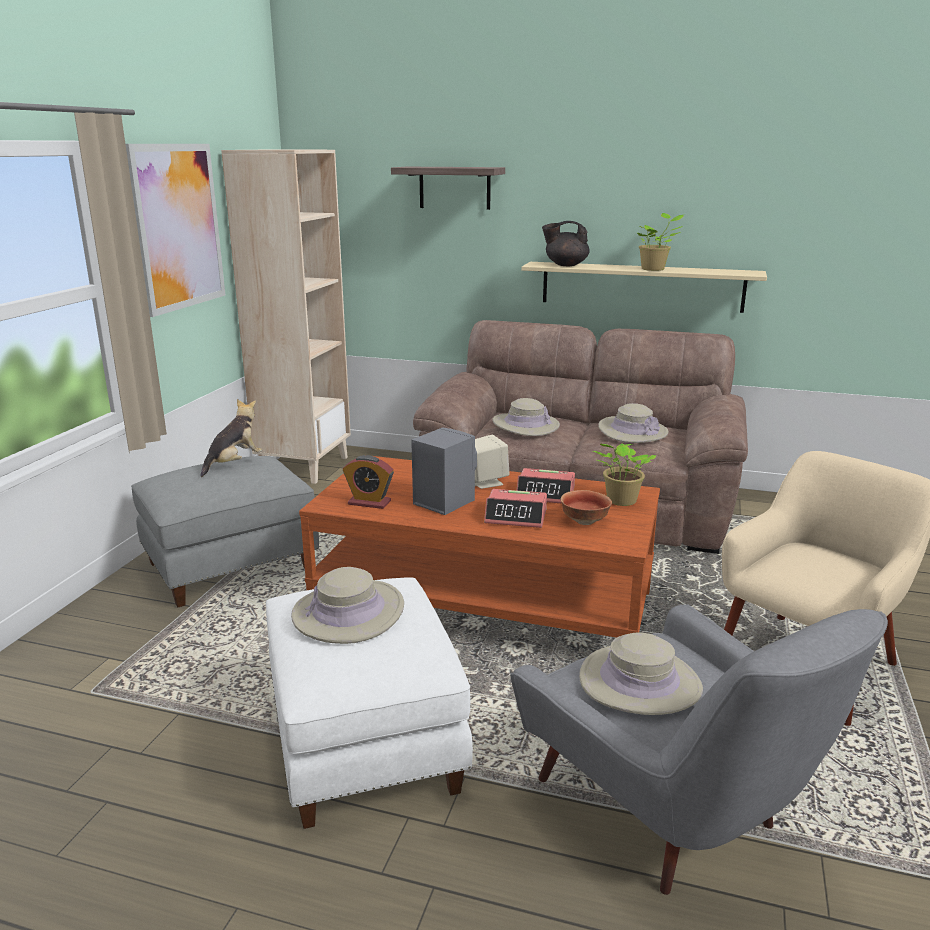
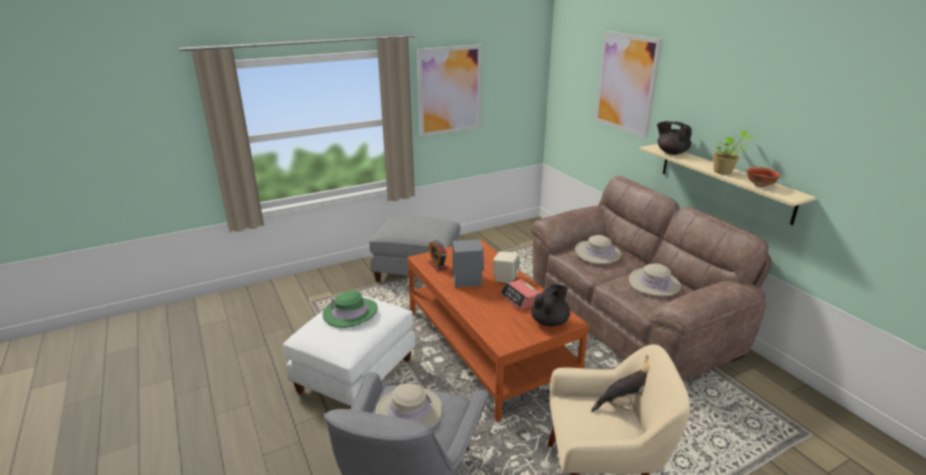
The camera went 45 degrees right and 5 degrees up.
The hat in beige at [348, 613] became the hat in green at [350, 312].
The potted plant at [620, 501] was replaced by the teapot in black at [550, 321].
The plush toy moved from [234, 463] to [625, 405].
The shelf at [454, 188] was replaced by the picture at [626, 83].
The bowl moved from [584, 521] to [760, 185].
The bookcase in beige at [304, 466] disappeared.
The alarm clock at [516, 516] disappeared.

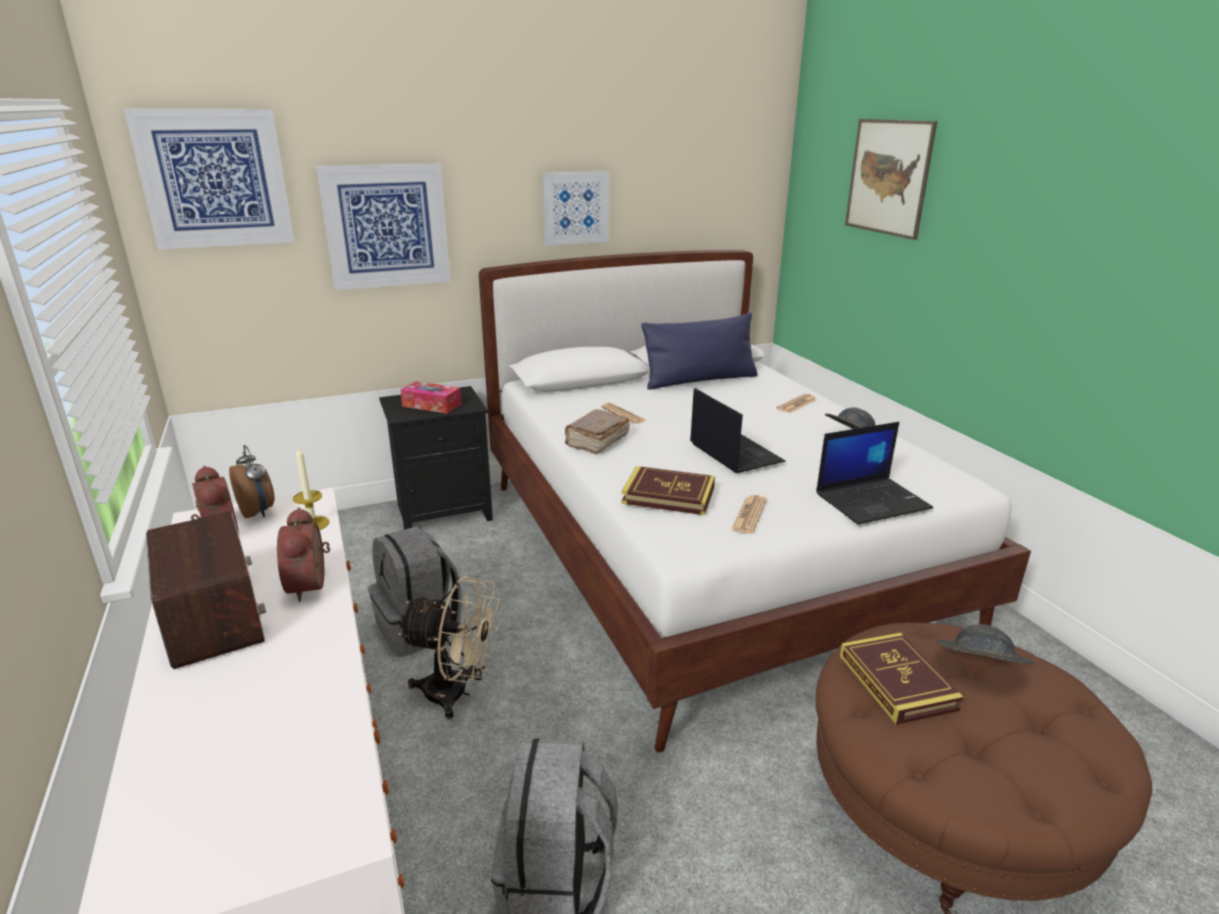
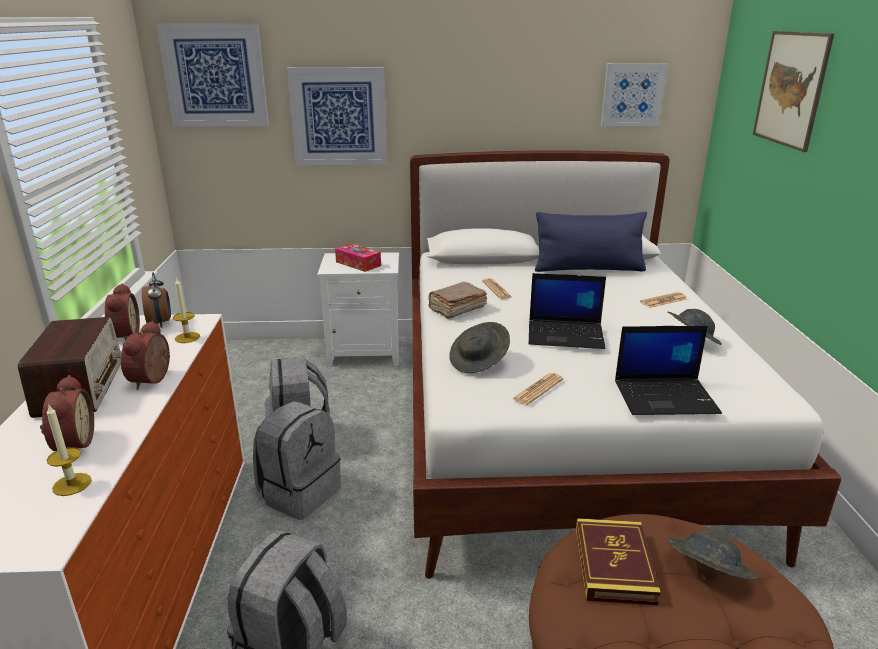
The camera went 20 degrees right and 0 degrees up.
The alarm clock at [72, 444] appeared.
The candle at [72, 484] appeared.
The fan in beige at [457, 693] was replaced by the backpack in grey at [299, 493].
The nightstand in black at [444, 511] became the nightstand in white at [366, 352].
The book at [668, 495] was replaced by the hat in grey at [479, 361].
The laptop at [734, 452] turned 105 degrees clockwise.
The picture moved from [575, 208] to [632, 94].

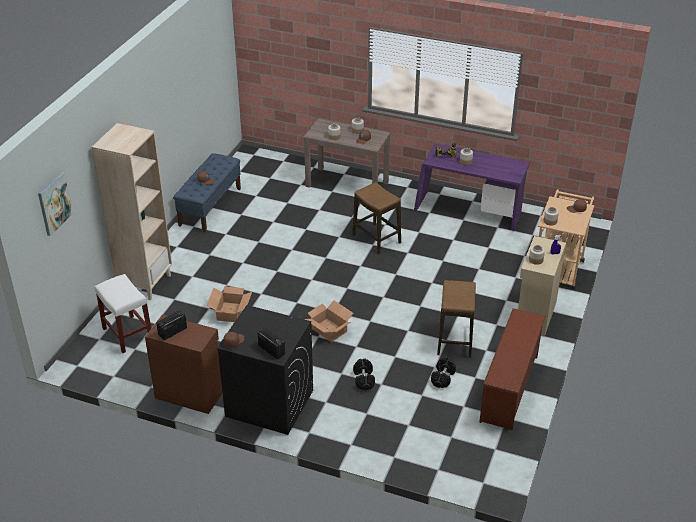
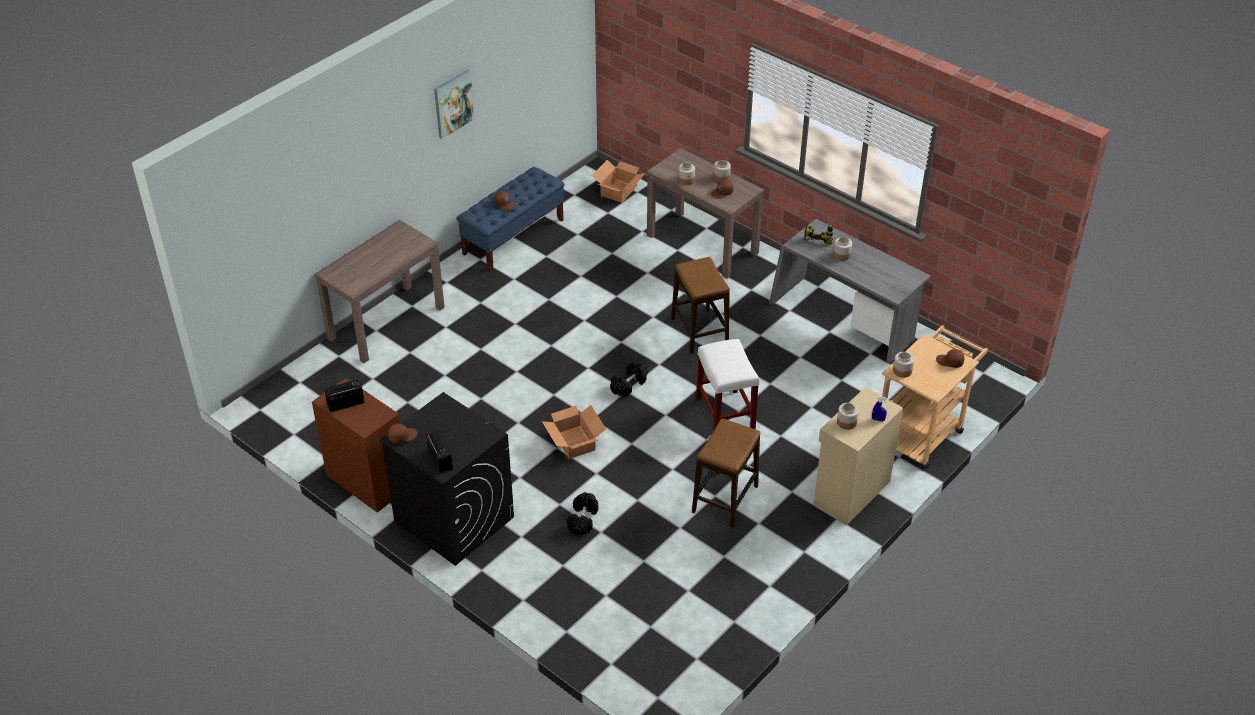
The camera went 20 degrees right and 5 degrees up.
The bookcase in beige at [145, 283] was replaced by the console table in brown at [386, 322].
The picture moved from [54, 203] to [453, 103].
The cardboard box moved from [230, 312] to [618, 191].
The dumbbell in black moved from [443, 378] to [628, 385].
The stool in white moved from [127, 334] to [724, 413].
The desk in purple at [468, 212] became the desk in grey at [843, 321].
The shoe rack in brown at [510, 388] disappeared.

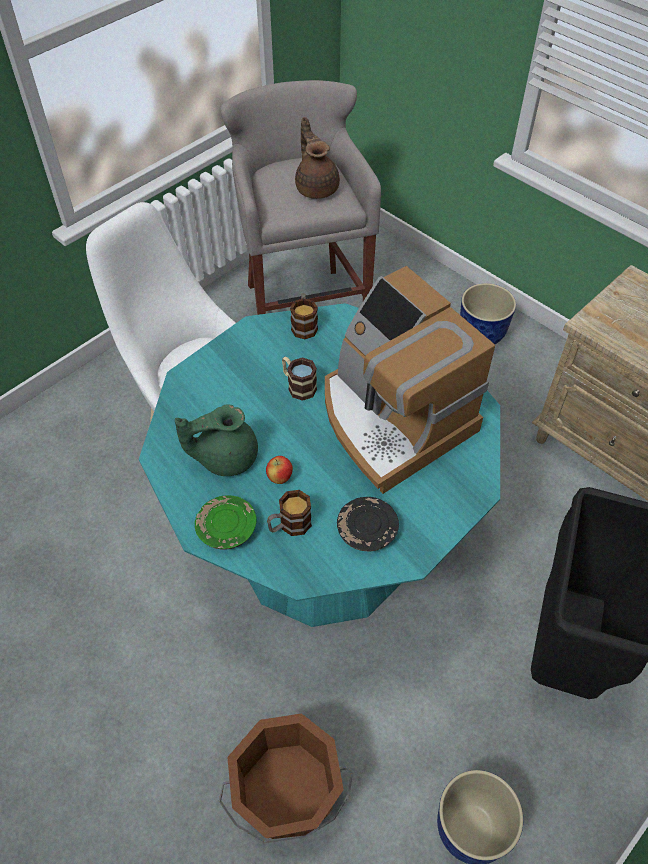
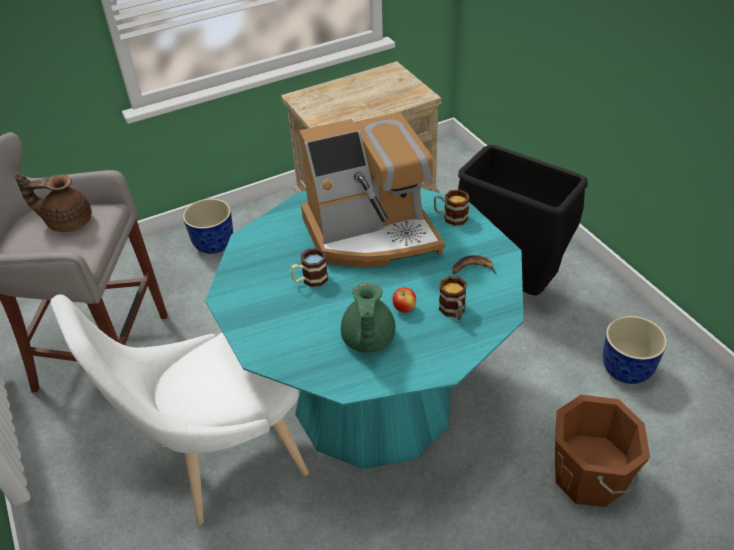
The camera went 70 degrees left and 10 degrees down.
The mug moved from [304, 325] to [450, 217].
The plate in black at [367, 530] was replaced by the banana at [472, 269].
The plate in green at [226, 529] disappeared.

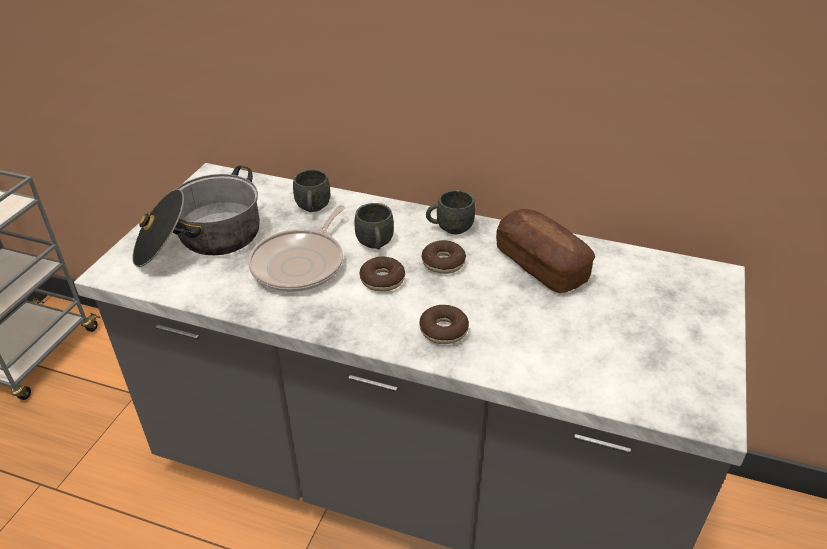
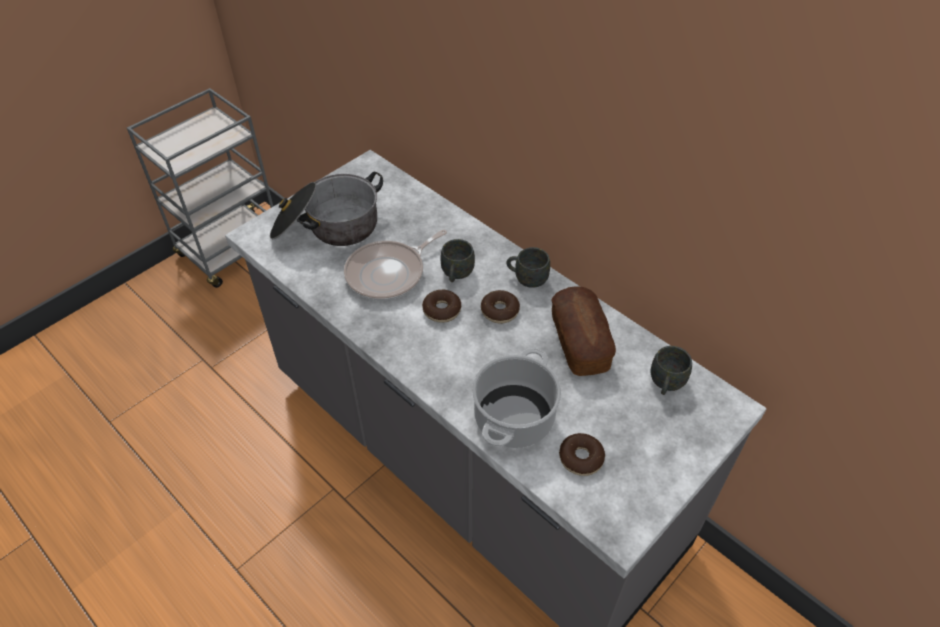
The camera went 25 degrees right and 10 degrees up.
The cooking pot at [514, 419] appeared.
The donut moved from [443, 330] to [581, 458].
The mug in grey moved from [313, 208] to [665, 384].

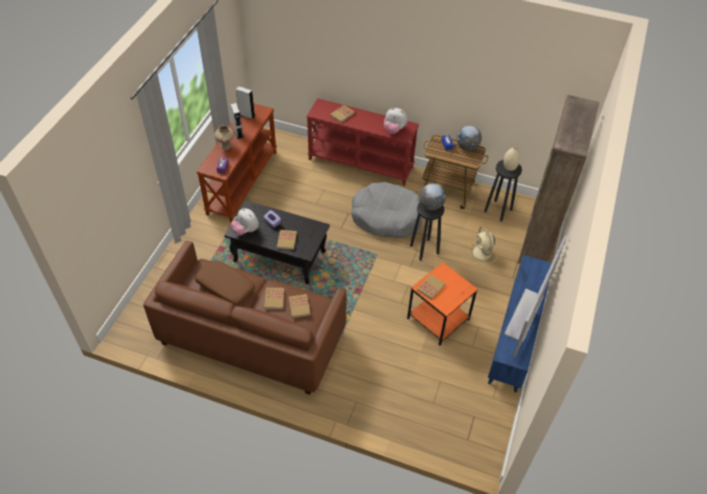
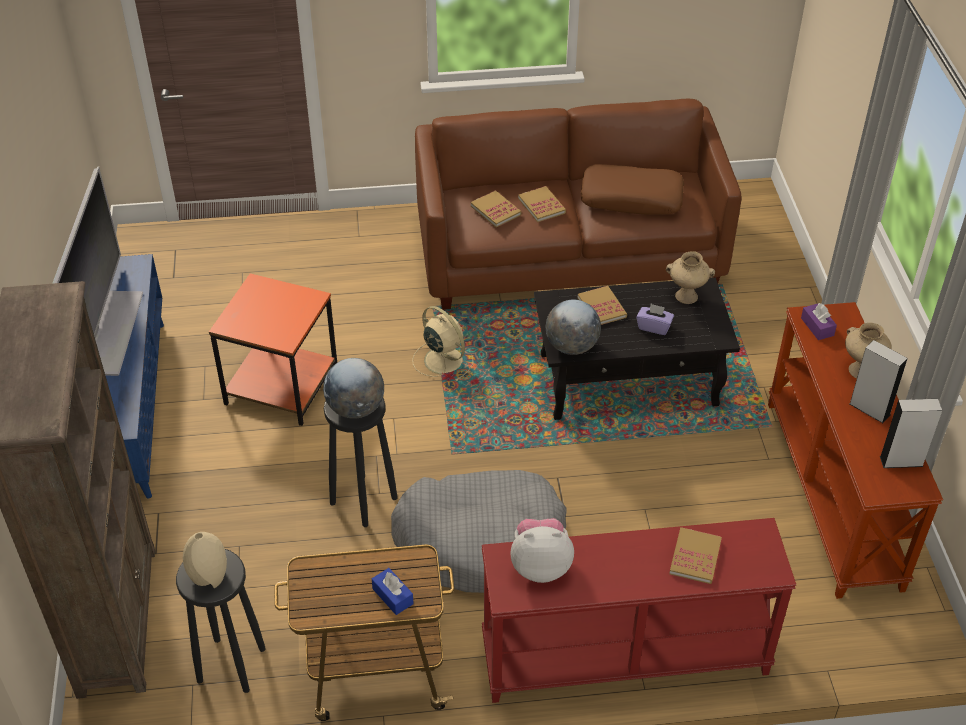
The camera went 155 degrees right and 5 degrees down.
The fan in beige moved from [482, 253] to [442, 359].
The globe moved from [467, 147] to [571, 346].
The plush toy at [246, 230] was replaced by the vase in beige at [686, 297].
The book at [431, 287] disappeared.

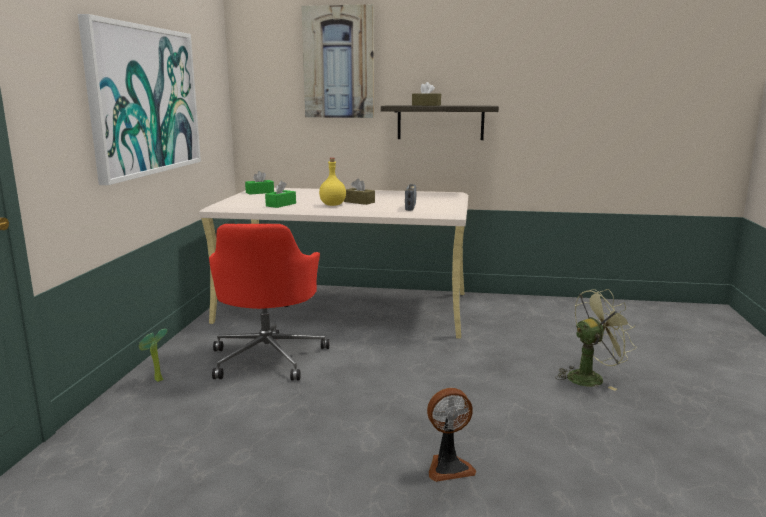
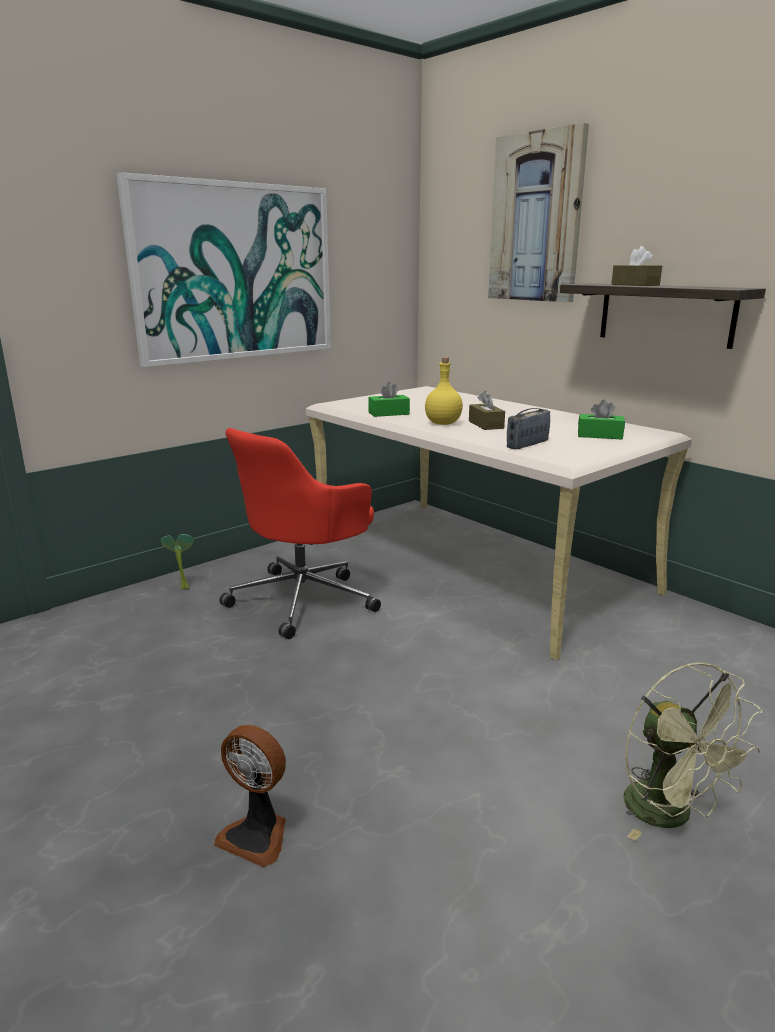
The camera went 40 degrees right and 5 degrees up.
The tissue box in green moved from [260, 192] to [599, 435].
The fan in green at [591, 377] turned 45 degrees clockwise.

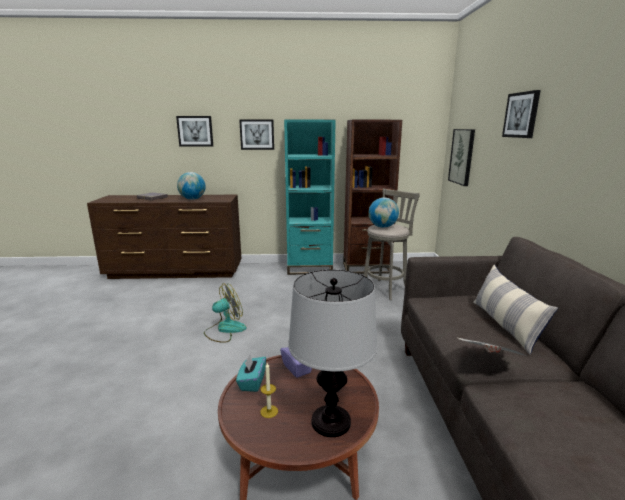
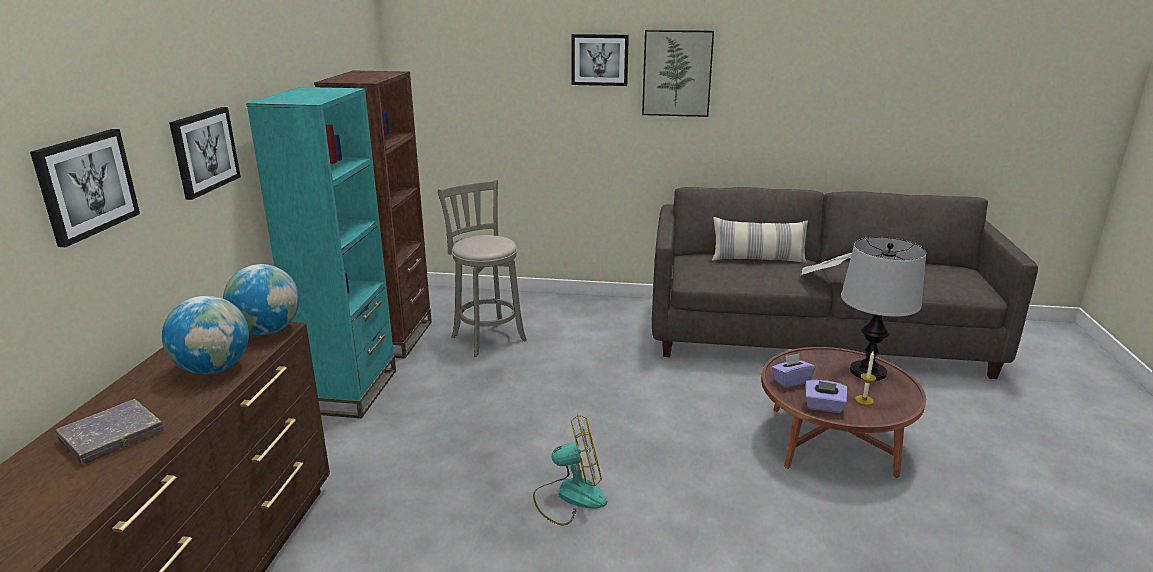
The camera went 80 degrees left and 5 degrees up.
The globe moved from [382, 227] to [267, 331].
The fan at [225, 329] turned 105 degrees clockwise.
The picture moved from [462, 156] to [677, 73].
The tissue box in turquoise at [252, 382] became the tissue box in purple at [823, 407].

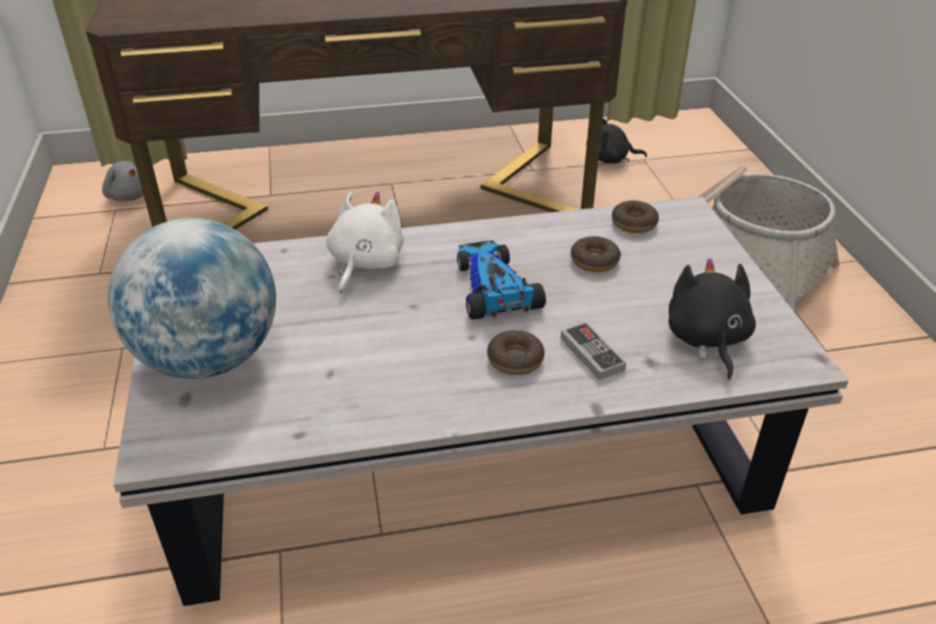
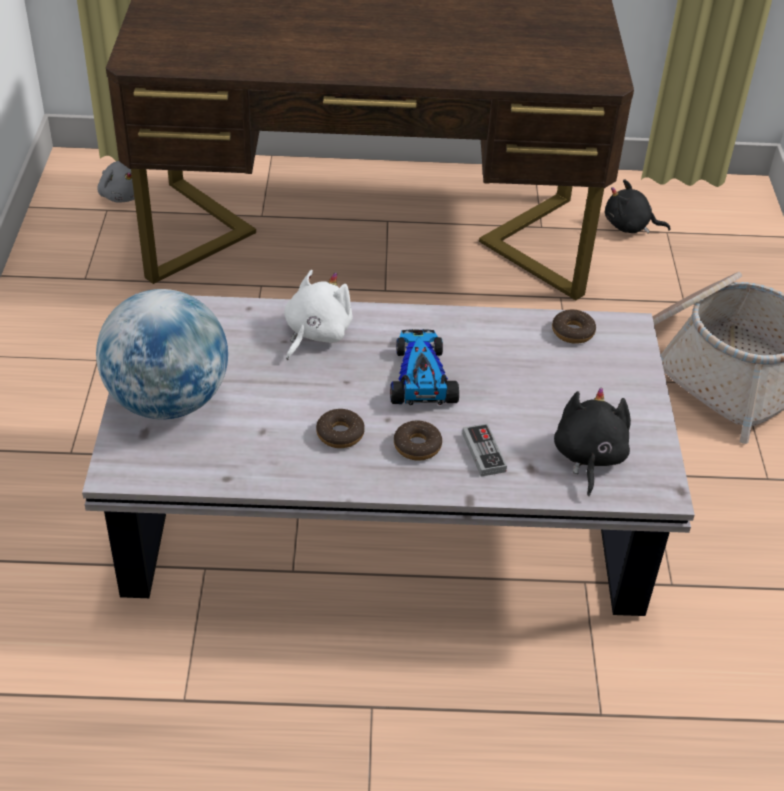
The camera went 10 degrees right and 5 degrees up.
The donut moved from [594, 261] to [340, 434].

